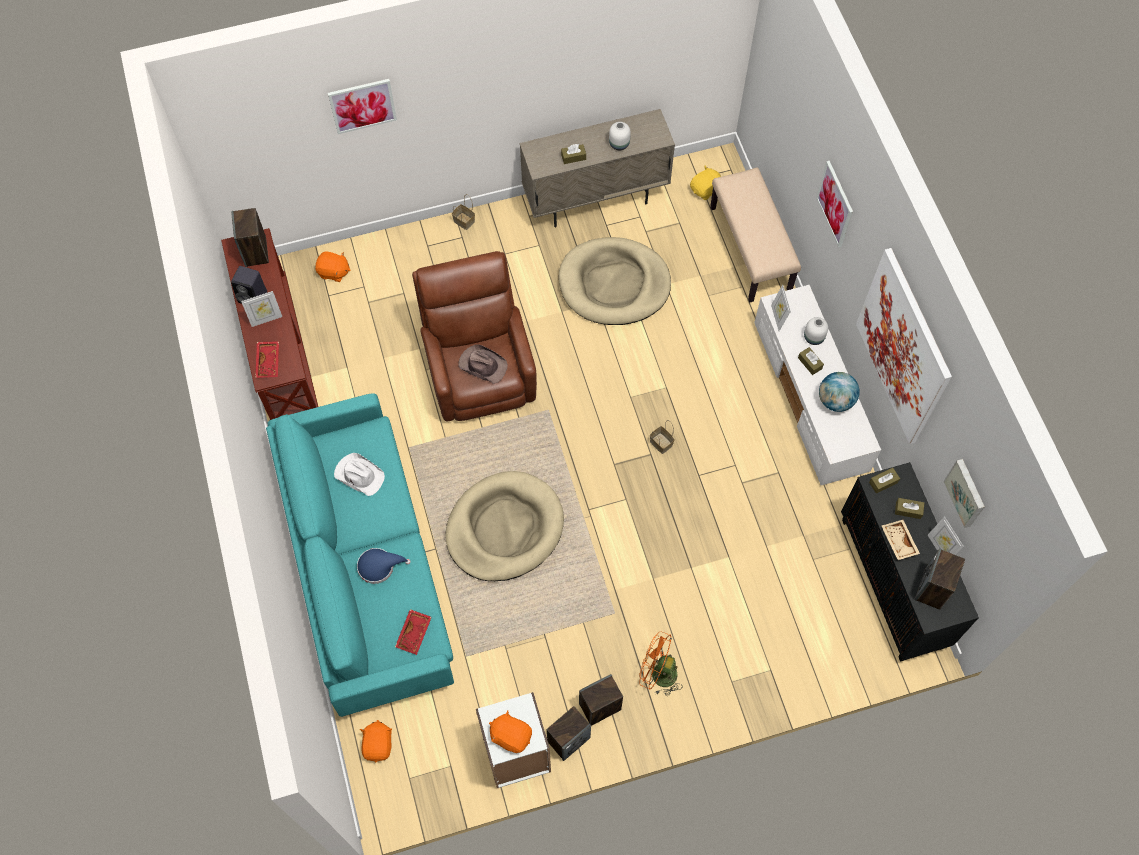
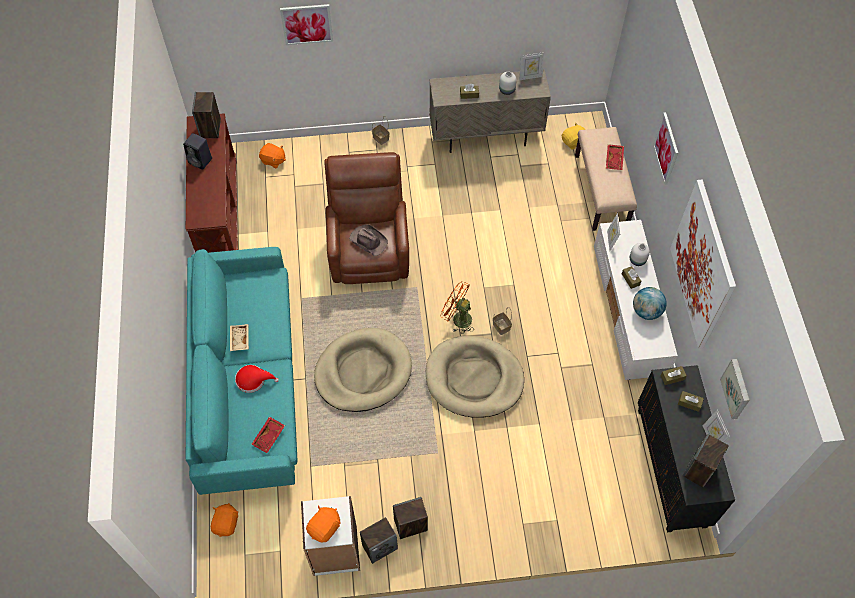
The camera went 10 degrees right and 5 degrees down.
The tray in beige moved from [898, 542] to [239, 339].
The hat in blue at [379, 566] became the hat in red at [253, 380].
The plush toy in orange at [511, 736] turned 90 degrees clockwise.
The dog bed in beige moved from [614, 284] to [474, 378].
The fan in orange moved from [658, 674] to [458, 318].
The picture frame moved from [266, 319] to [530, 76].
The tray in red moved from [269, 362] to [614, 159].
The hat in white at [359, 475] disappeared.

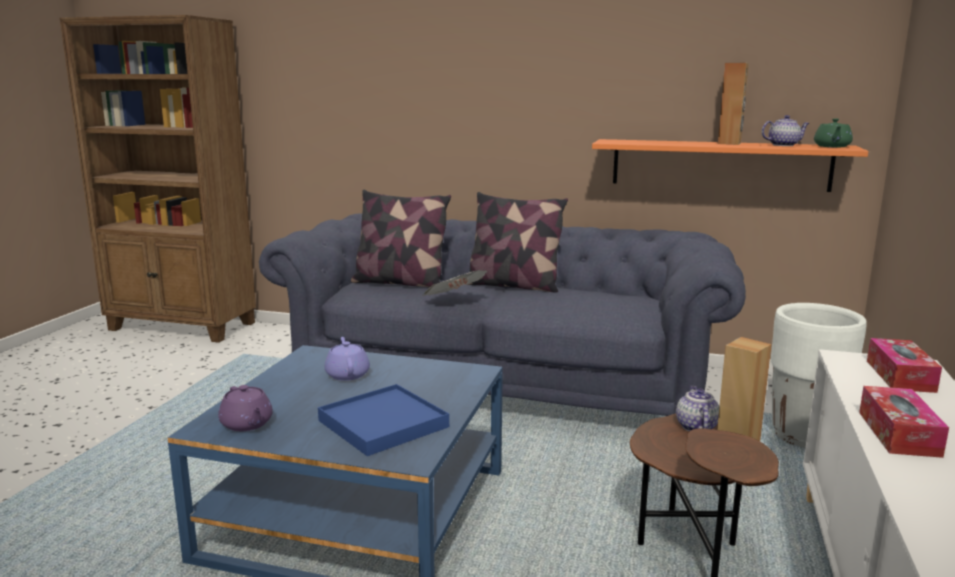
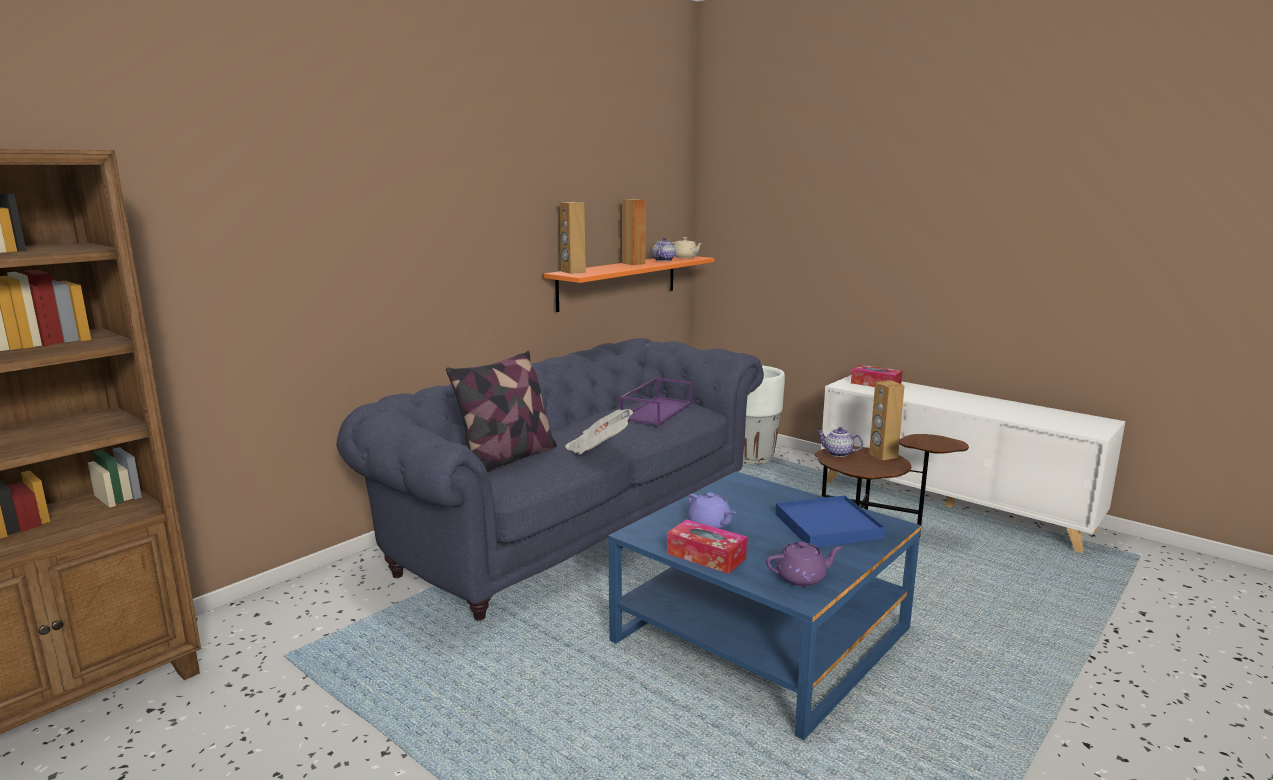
The camera went 65 degrees left and 0 degrees up.
The speaker in brown at [573, 272] appeared.
The tray in purple at [656, 410] appeared.
The tissue box moved from [898, 433] to [706, 556].
The teapot in green at [832, 146] became the teapot in beige at [685, 257].
The teapot in purple at [347, 374] turned 135 degrees counterclockwise.
The pillow at [513, 285] disappeared.

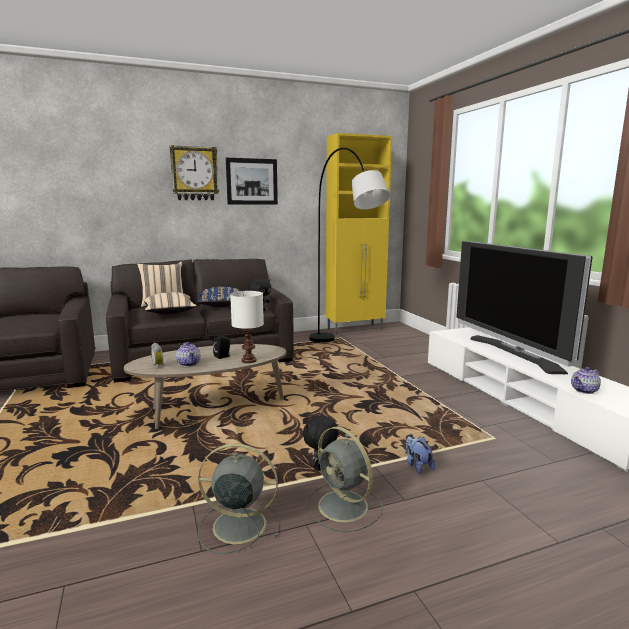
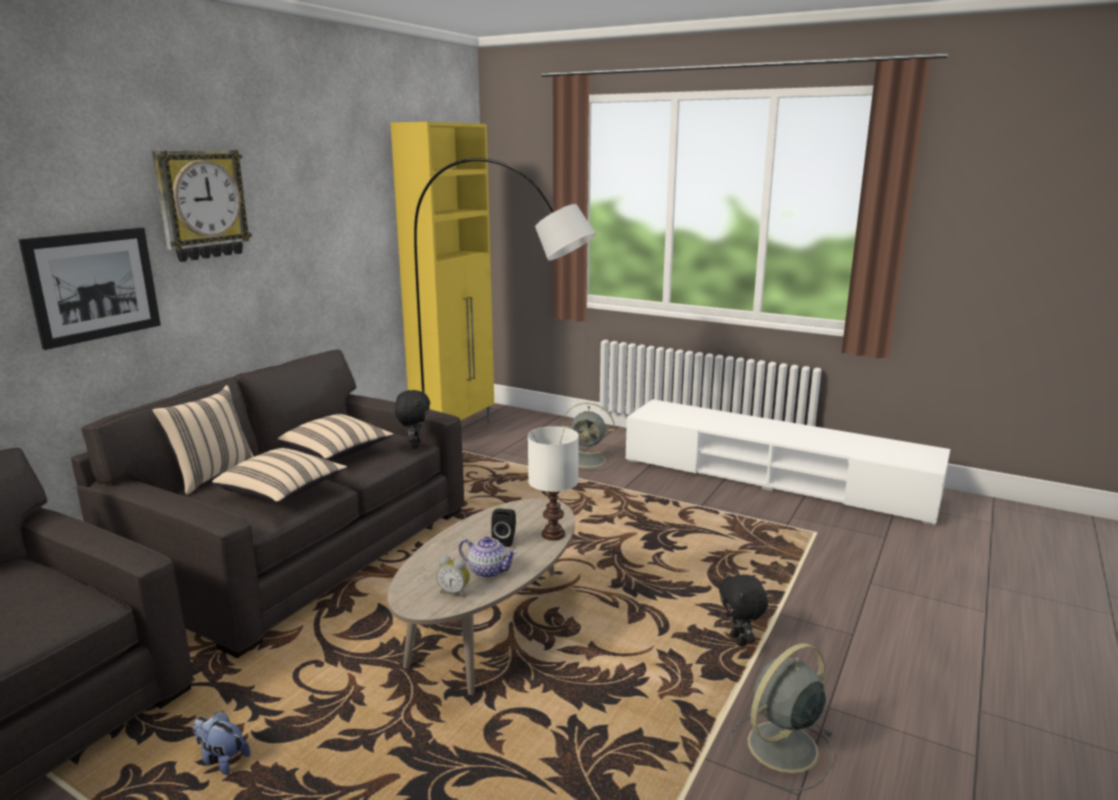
The camera went 40 degrees left and 5 degrees up.
The picture moved from [252, 181] to [94, 285].
The plush toy moved from [417, 466] to [222, 759].
The pillow in blue at [221, 306] became the pillow in beige at [337, 452].
The fan in grey moved from [344, 507] to [589, 461].
The television at [513, 353] disappeared.
The teapot at [584, 390] disappeared.

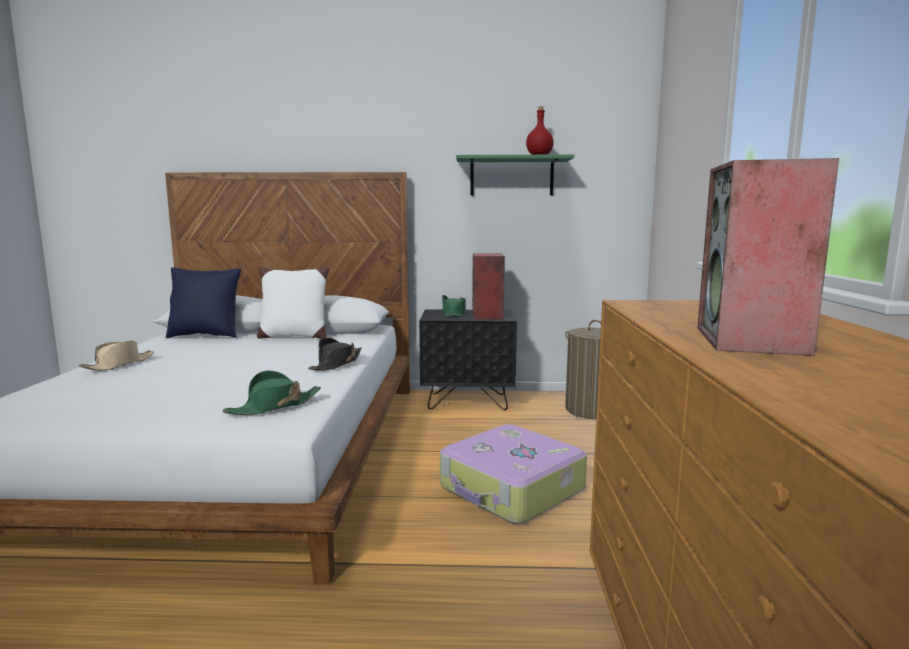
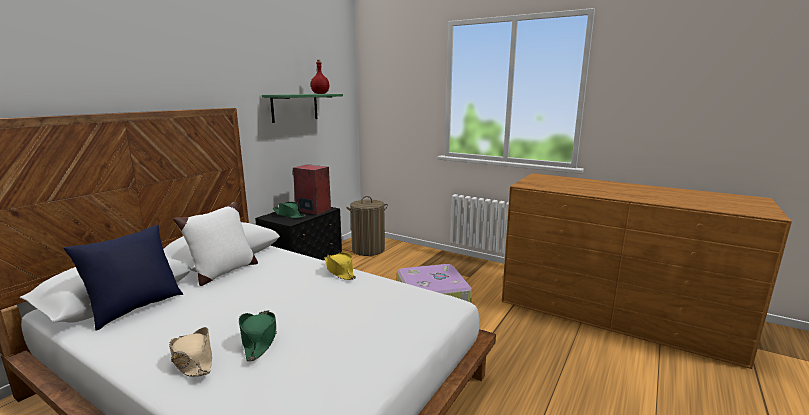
The camera went 60 degrees left and 5 degrees up.
The hat in green moved from [274, 406] to [259, 339].
The hat in black at [336, 364] became the hat in yellow at [340, 271].
The speaker at [752, 341] disappeared.

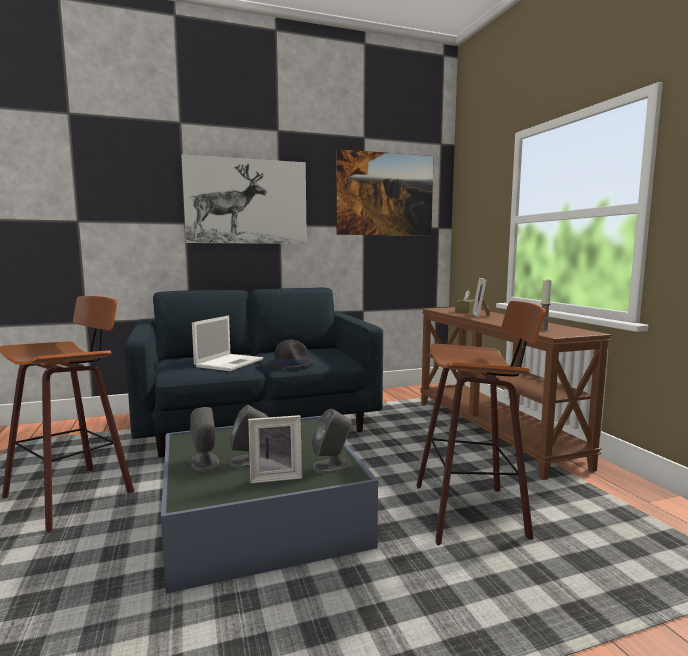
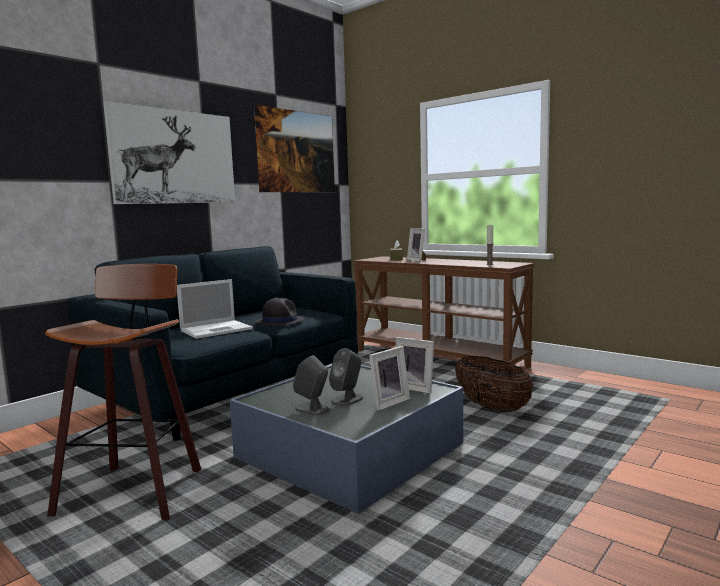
The camera went 30 degrees left and 0 degrees up.
The laptop at [230, 363] turned 60 degrees clockwise.
The speaker in grey at [332, 466] was replaced by the picture frame at [415, 388].
The stool at [473, 512] was replaced by the basket at [491, 408].

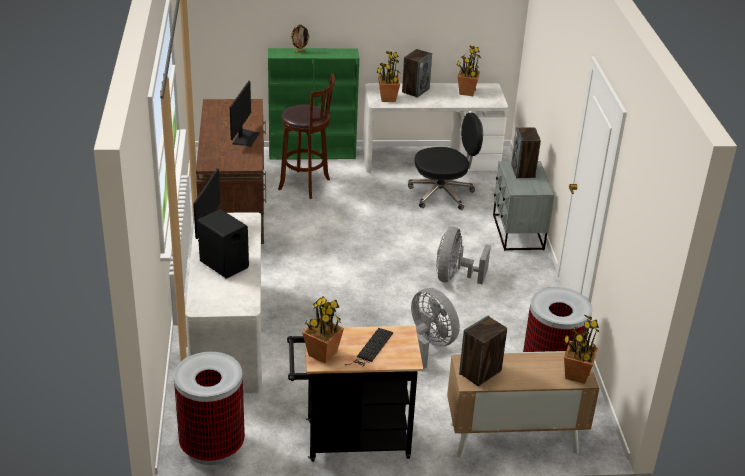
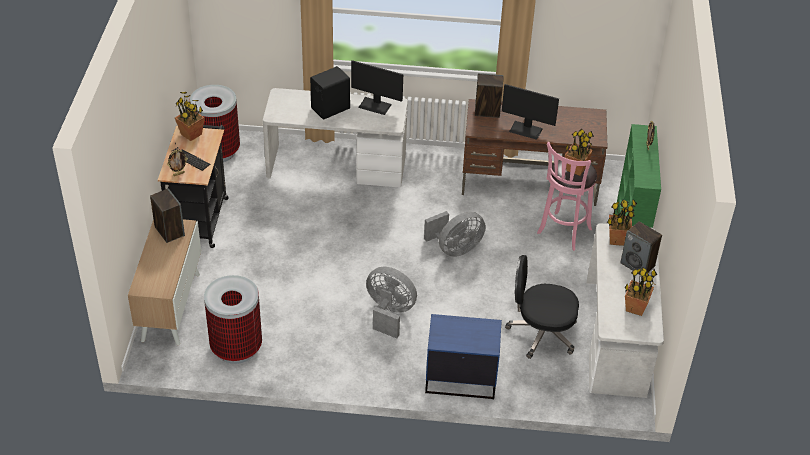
The camera went 100 degrees right and 10 degrees up.
The picture frame at [178, 174] appeared.
The fan in grey moved from [428, 345] to [455, 249].
The nightstand in grey at [517, 232] became the nightstand in blue at [460, 379].
The speaker moved from [523, 171] to [487, 111].
The office chair in black at [442, 194] turned 105 degrees clockwise.
The stool in brown at [307, 185] became the stool in pink at [563, 233].
The potted plant moved from [576, 375] to [576, 169].

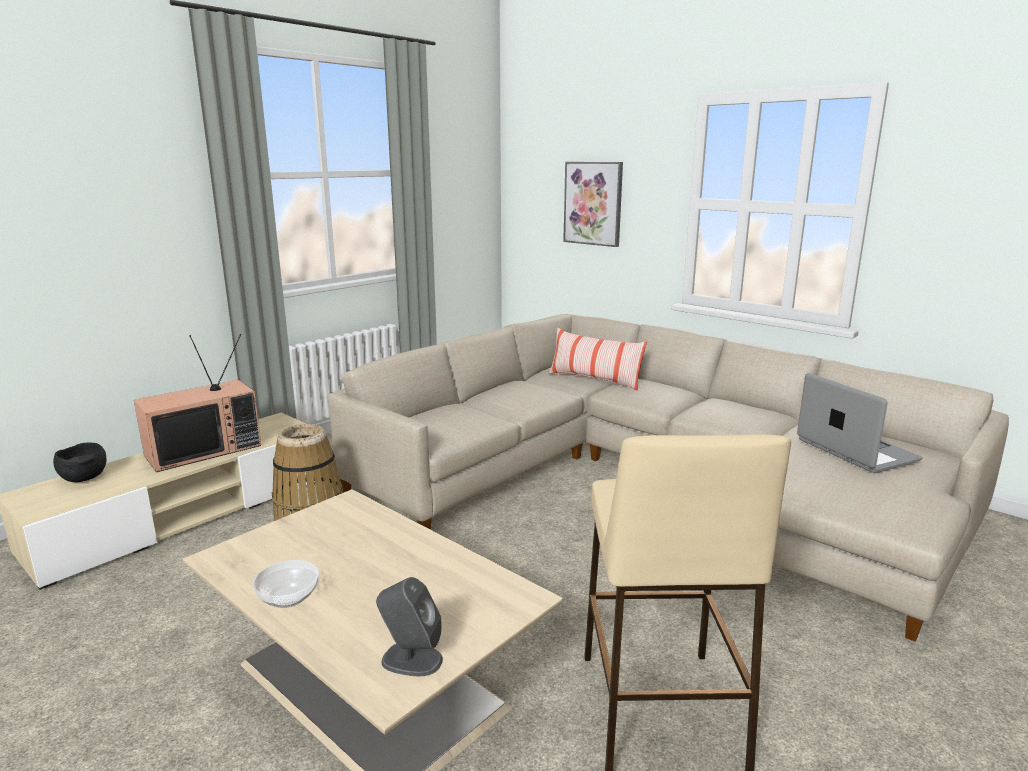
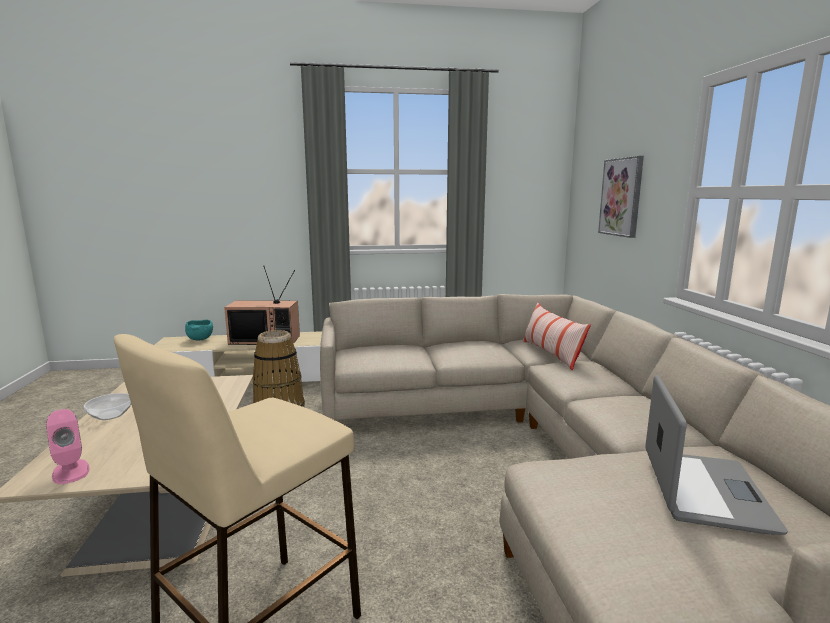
The camera went 40 degrees right and 5 degrees down.
The speaker in grey at [411, 660] became the speaker in pink at [71, 471].
The bowl in black at [84, 478] became the bowl in turquoise at [200, 339].

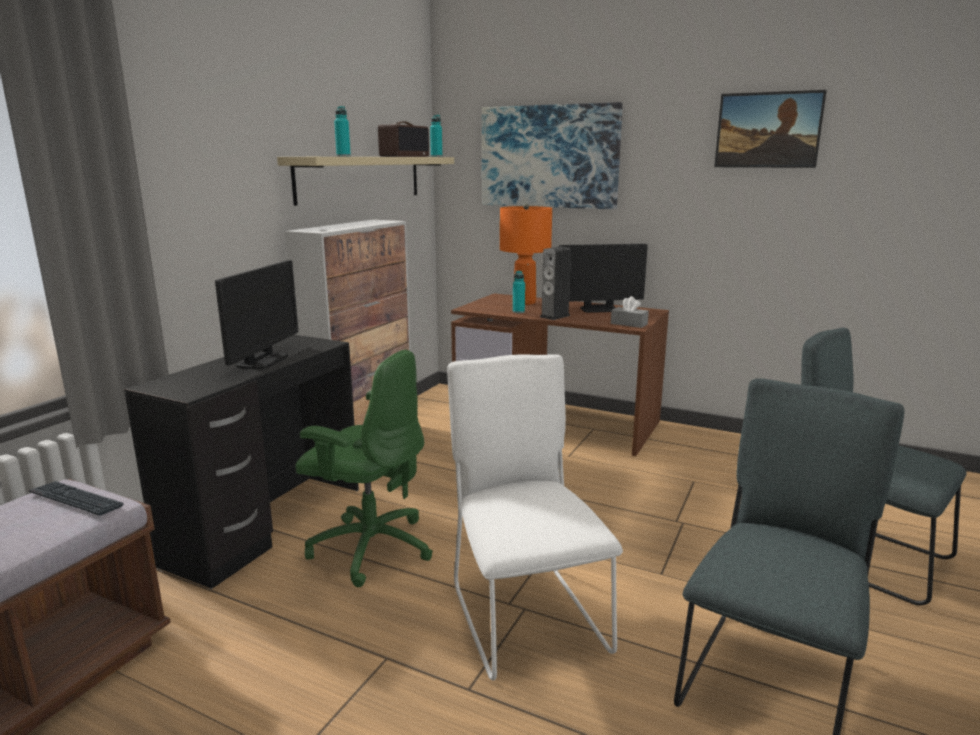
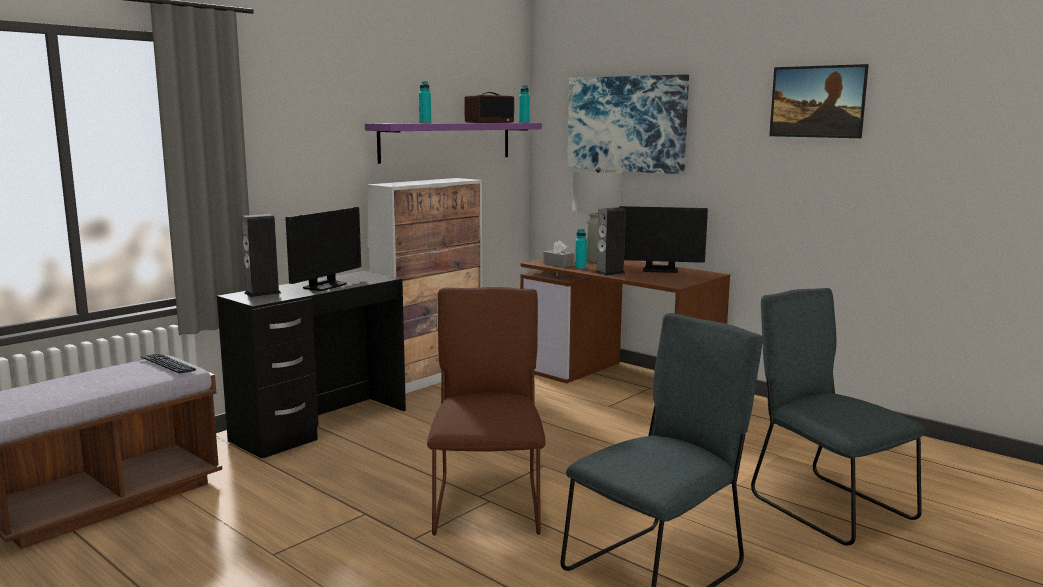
The camera went 15 degrees right and 5 degrees down.
The speaker at [262, 293] appeared.
The shelf in beige at [361, 178] became the shelf in purple at [447, 141].
The chair in white at [525, 614] became the chair in brown at [487, 504].
The tissue box in grey moved from [629, 324] to [558, 264].
The table lamp in orange at [525, 302] became the table lamp in grey at [596, 260].
The office chair in green at [370, 547] disappeared.

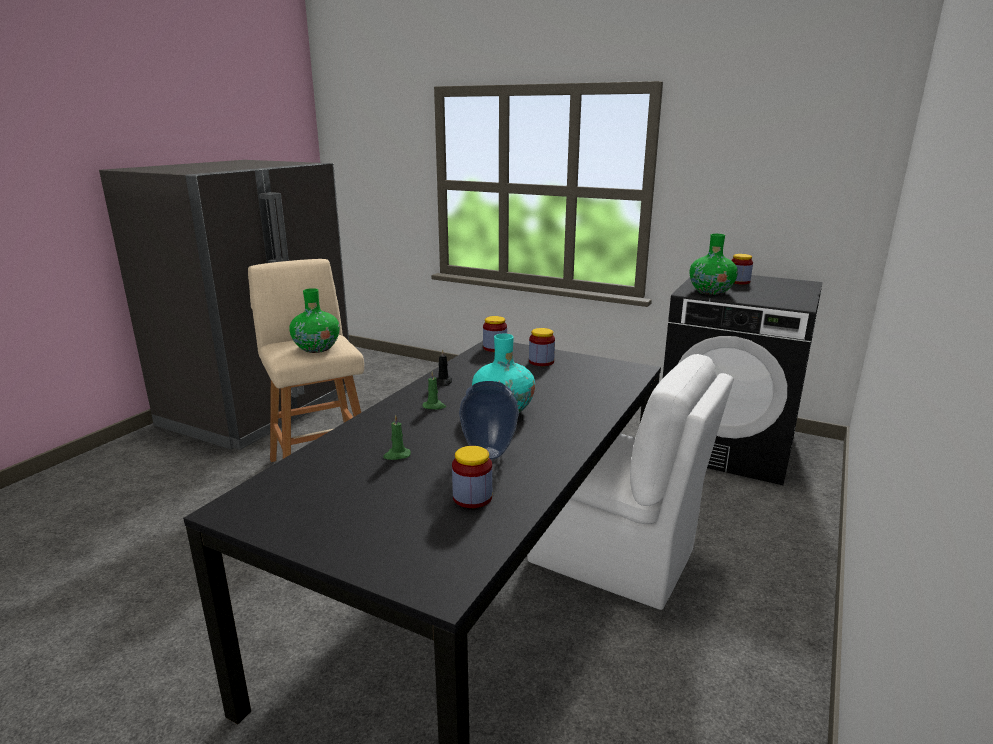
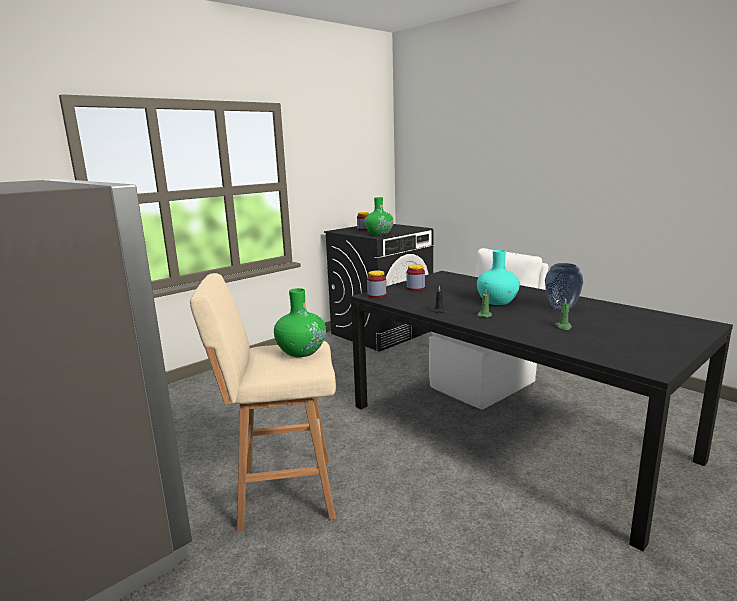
The camera went 70 degrees left and 5 degrees down.
The jar at [472, 497] disappeared.

